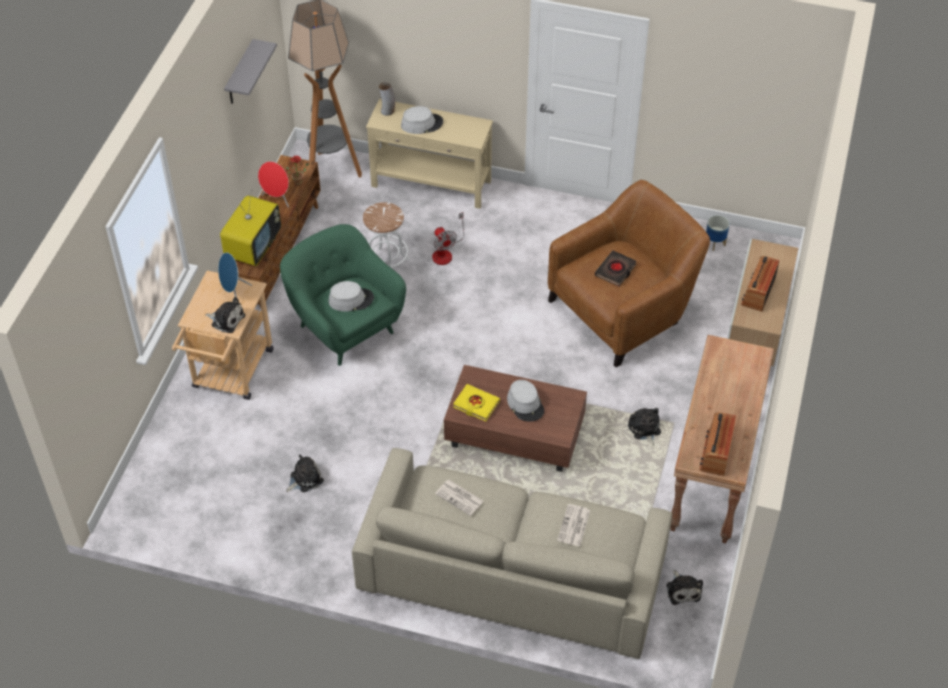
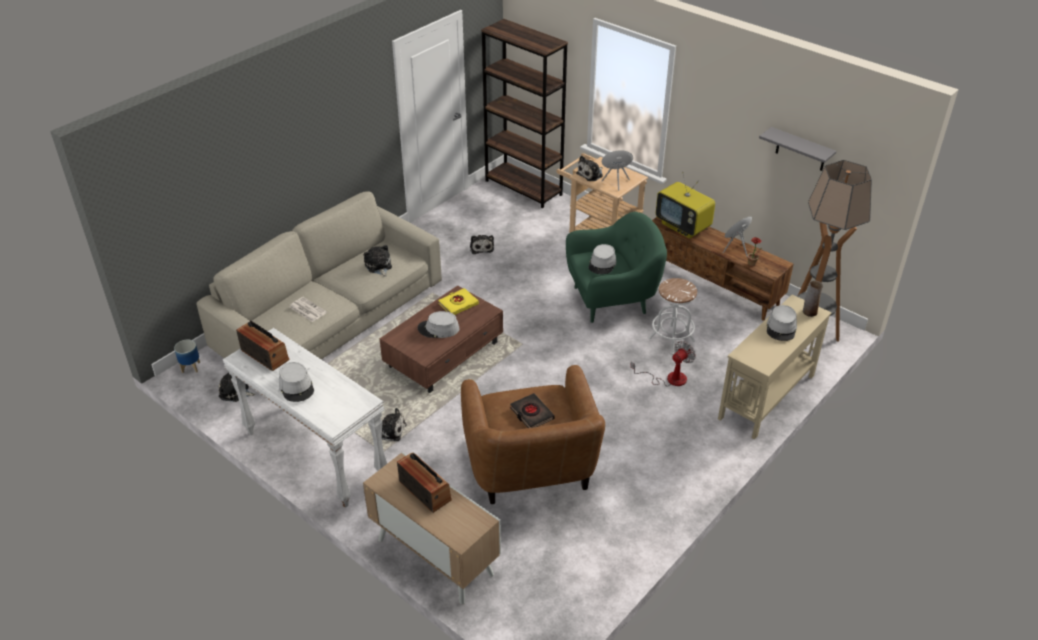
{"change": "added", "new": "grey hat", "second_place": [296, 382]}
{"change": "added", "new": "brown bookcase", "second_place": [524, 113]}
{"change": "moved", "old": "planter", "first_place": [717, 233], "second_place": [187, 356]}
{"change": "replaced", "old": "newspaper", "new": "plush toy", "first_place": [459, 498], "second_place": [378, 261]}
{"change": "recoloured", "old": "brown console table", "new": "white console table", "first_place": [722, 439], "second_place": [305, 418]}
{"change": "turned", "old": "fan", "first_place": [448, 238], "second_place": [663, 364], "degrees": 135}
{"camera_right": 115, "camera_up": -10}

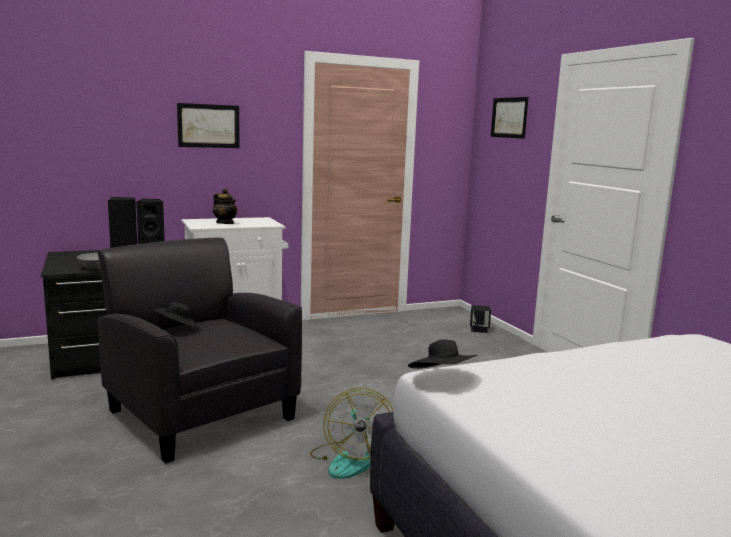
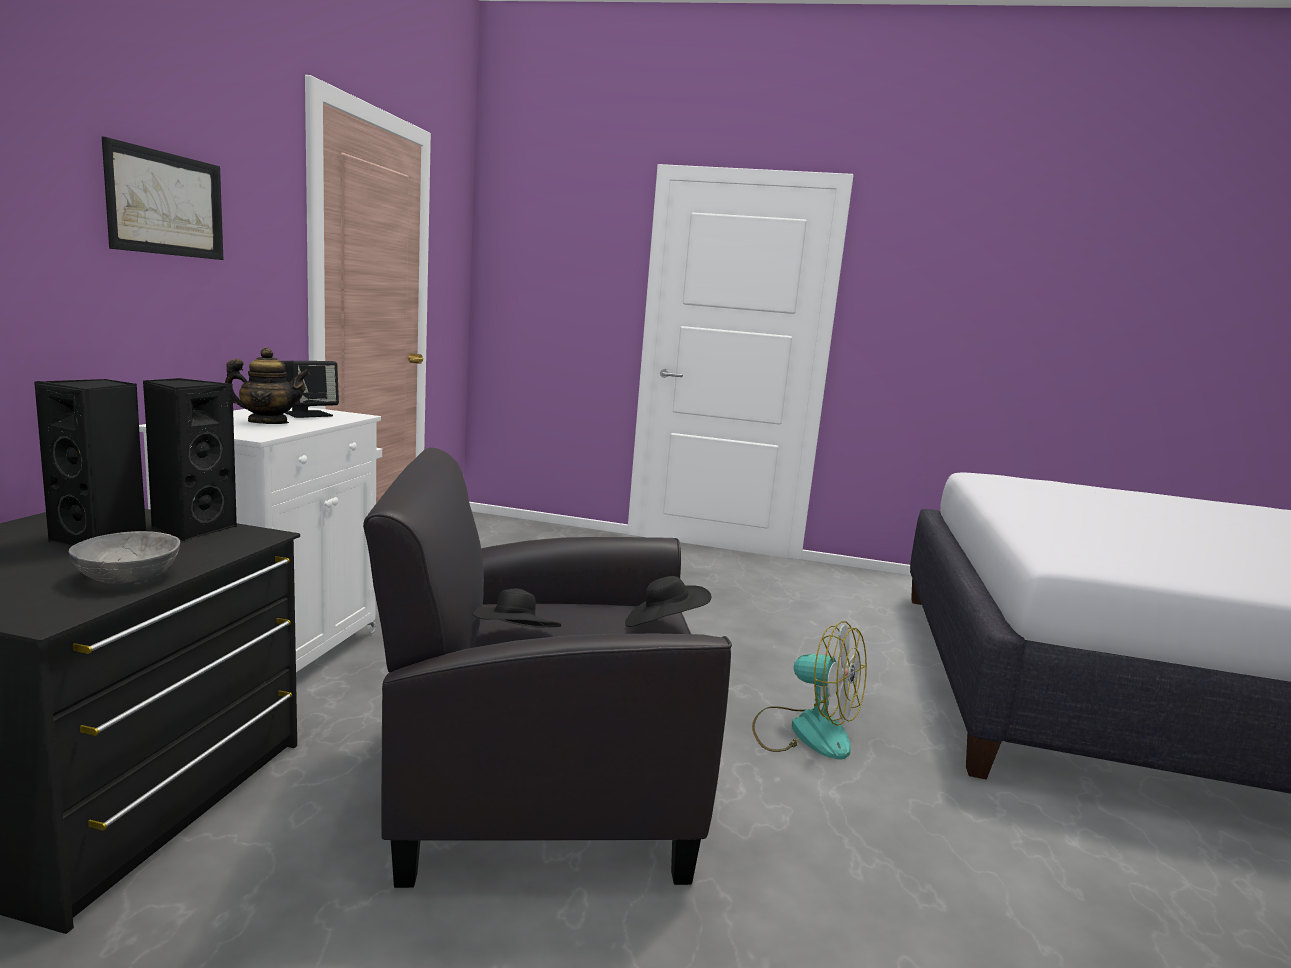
{"change": "removed", "old": "picture", "first_place": [510, 118]}
{"change": "moved", "old": "black hat", "first_place": [442, 354], "second_place": [668, 601]}
{"change": "moved", "old": "black speaker", "first_place": [480, 319], "second_place": [310, 389]}
{"camera_right": -55, "camera_up": 0}

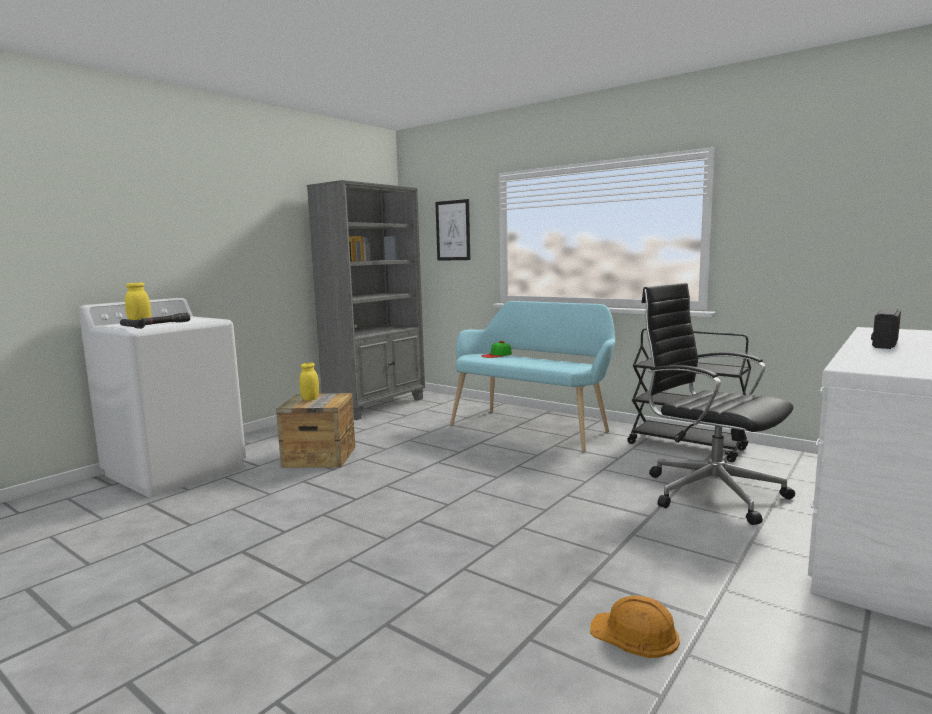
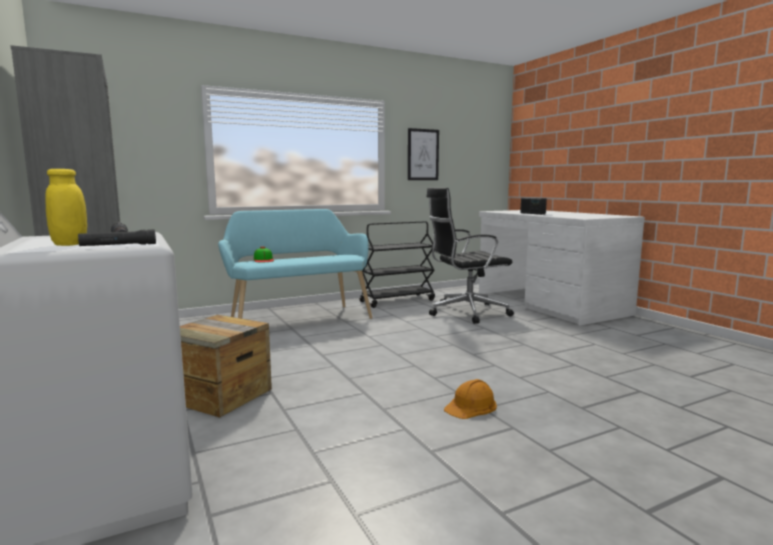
{"change": "removed", "old": "yellow jar", "first_place": [309, 381]}
{"change": "moved", "old": "picture", "first_place": [452, 230], "second_place": [423, 154]}
{"change": "moved", "old": "orange hard hat", "first_place": [635, 627], "second_place": [470, 399]}
{"camera_right": -65, "camera_up": 0}

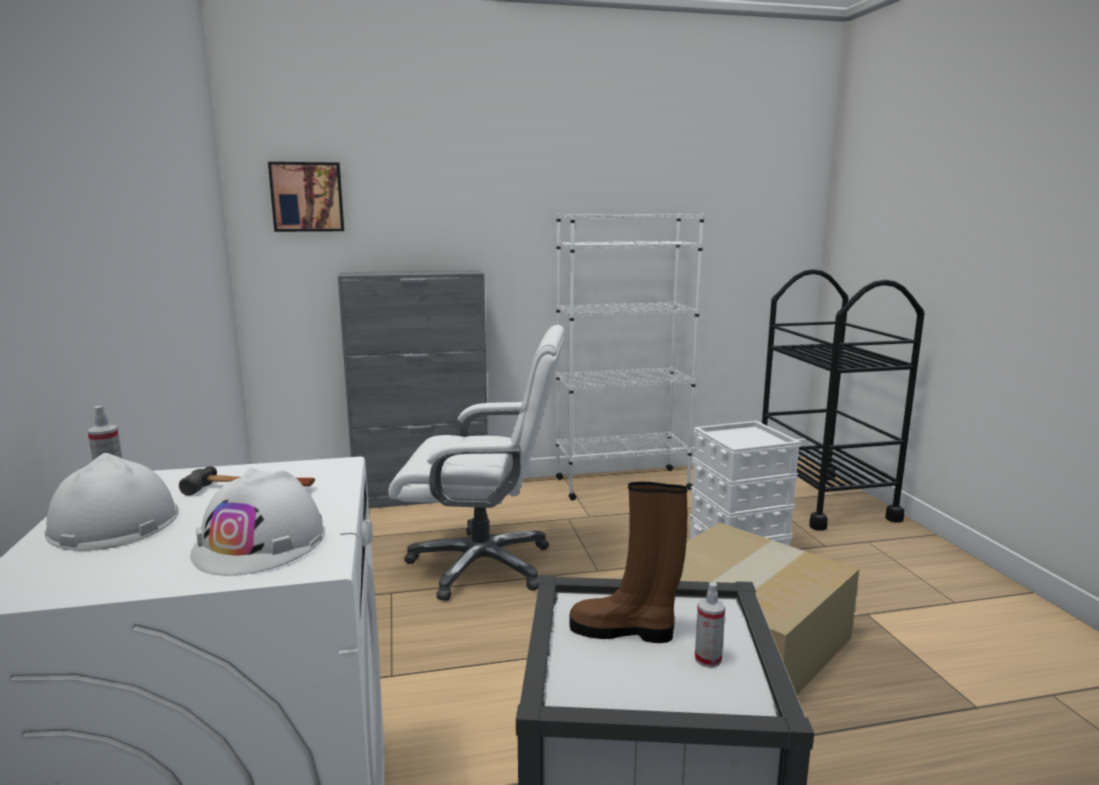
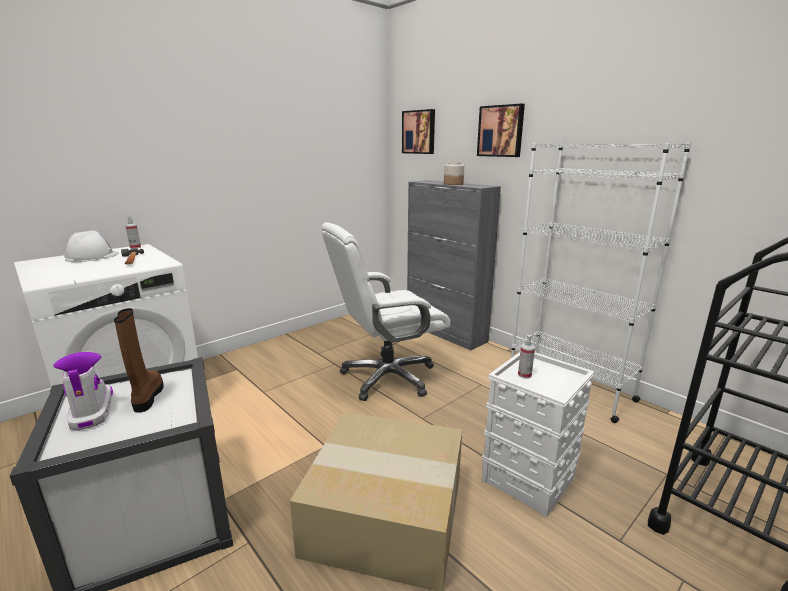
{"change": "removed", "old": "white hard hat", "first_place": [257, 522]}
{"change": "added", "new": "boot", "second_place": [83, 391]}
{"change": "added", "new": "jar", "second_place": [454, 173]}
{"change": "added", "new": "picture", "second_place": [501, 130]}
{"change": "moved", "old": "spray bottle", "first_place": [710, 625], "second_place": [526, 356]}
{"change": "turned", "old": "white office chair", "first_place": [476, 463], "second_place": [386, 311], "degrees": 90}
{"camera_right": 60, "camera_up": 5}

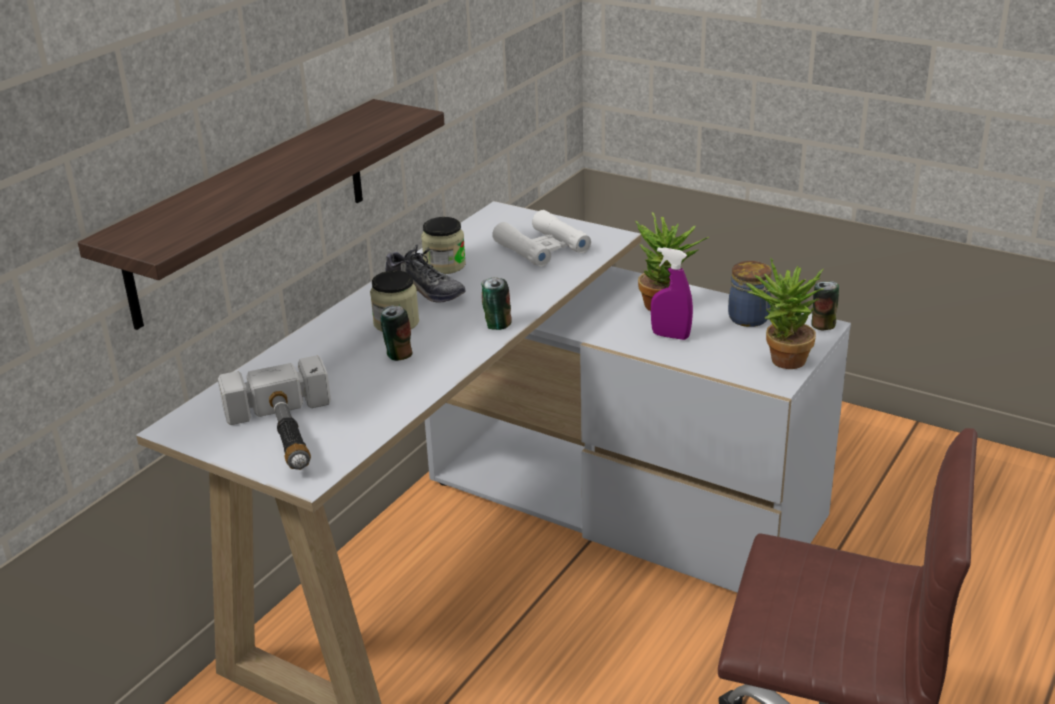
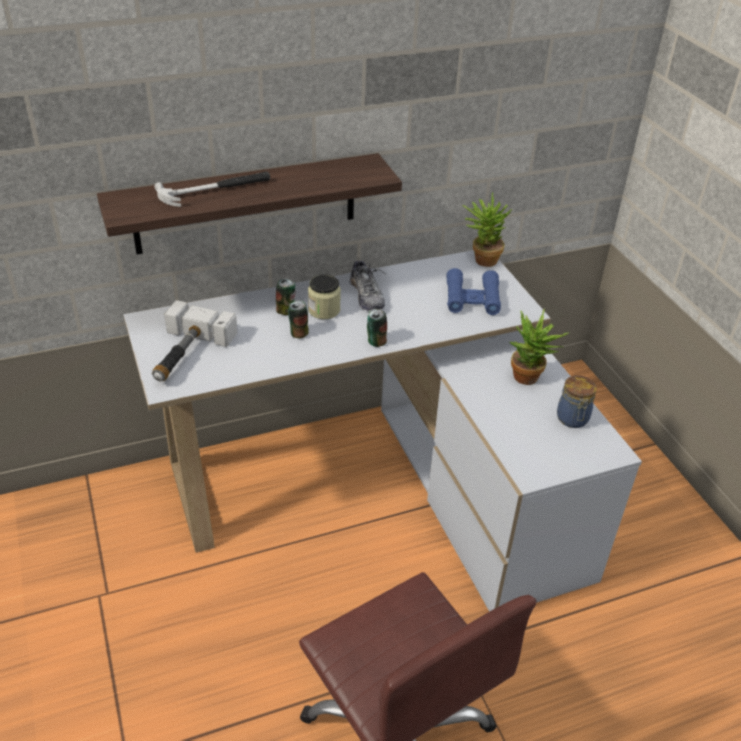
{"change": "removed", "old": "jar", "first_place": [443, 245]}
{"change": "removed", "old": "purple spray bottle", "first_place": [672, 293]}
{"change": "added", "new": "hammer", "second_place": [212, 189]}
{"change": "moved", "old": "potted plant", "first_place": [785, 313], "second_place": [487, 229]}
{"change": "moved", "old": "can", "first_place": [825, 305], "second_place": [285, 297]}
{"change": "recoloured", "old": "white binoculars", "new": "blue binoculars", "first_place": [541, 238], "second_place": [473, 291]}
{"camera_right": 35, "camera_up": 10}

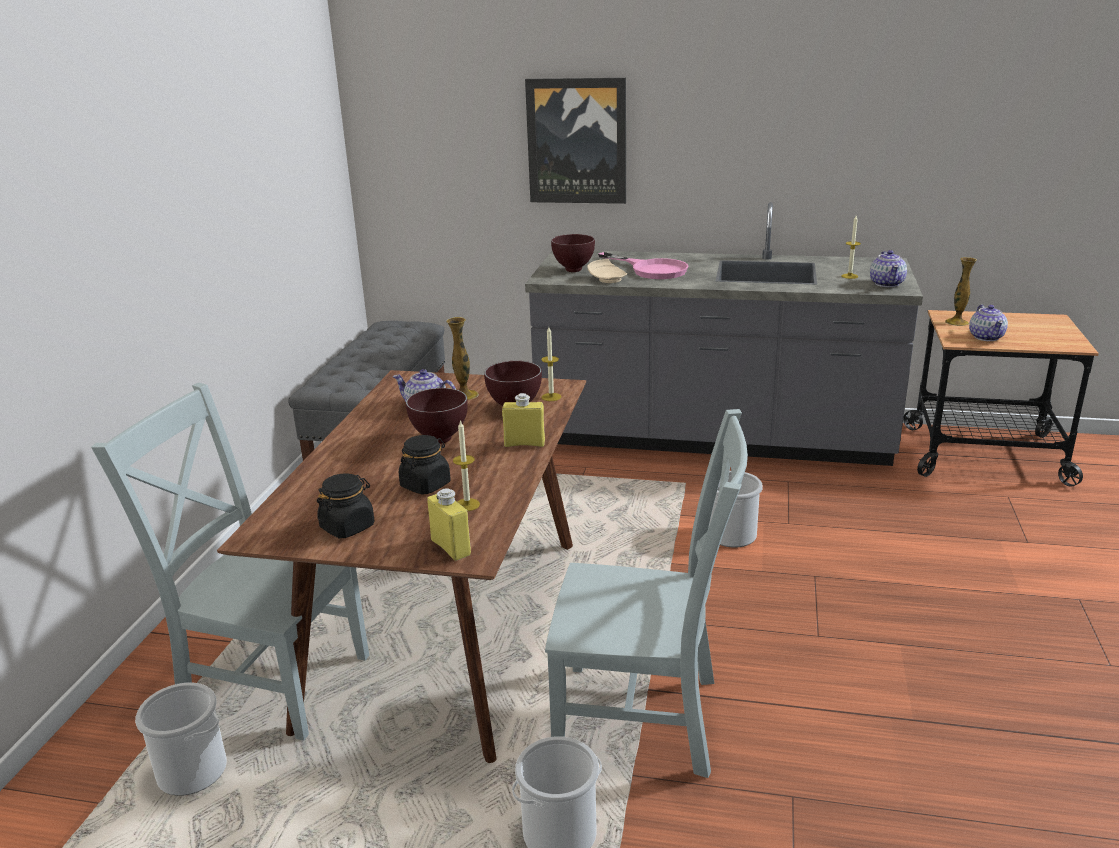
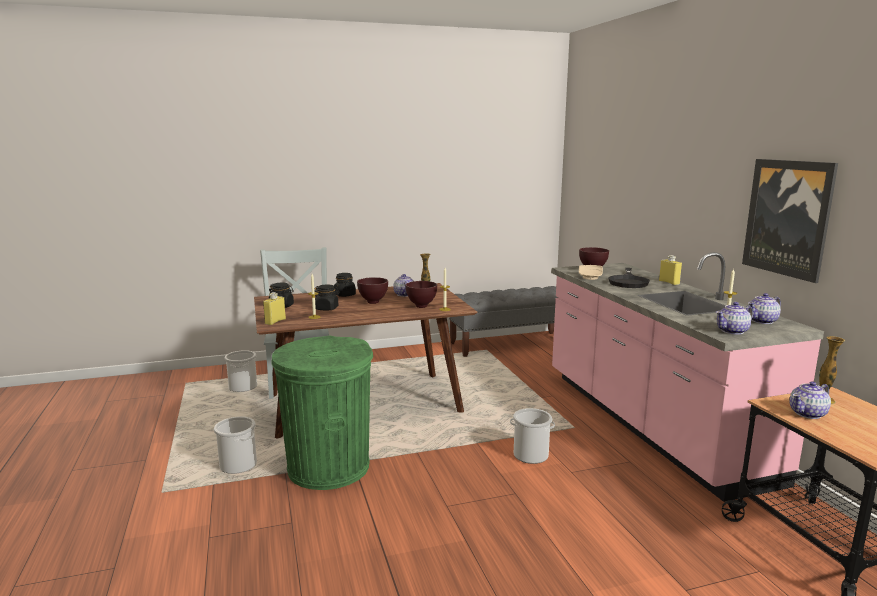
{"change": "added", "new": "black jar", "second_place": [345, 285]}
{"change": "added", "new": "teapot", "second_place": [764, 308]}
{"change": "moved", "old": "yellow bottle", "first_place": [523, 420], "second_place": [670, 270]}
{"change": "moved", "old": "picture", "first_place": [575, 141], "second_place": [790, 221]}
{"change": "replaced", "old": "grey chair", "new": "green trash can", "first_place": [646, 593], "second_place": [322, 412]}
{"change": "recoloured", "old": "grey counter", "new": "pink counter", "first_place": [724, 334], "second_place": [687, 377]}
{"change": "recoloured", "old": "pink frying pan", "new": "black frying pan", "first_place": [643, 265], "second_place": [629, 278]}
{"camera_right": 60, "camera_up": -10}

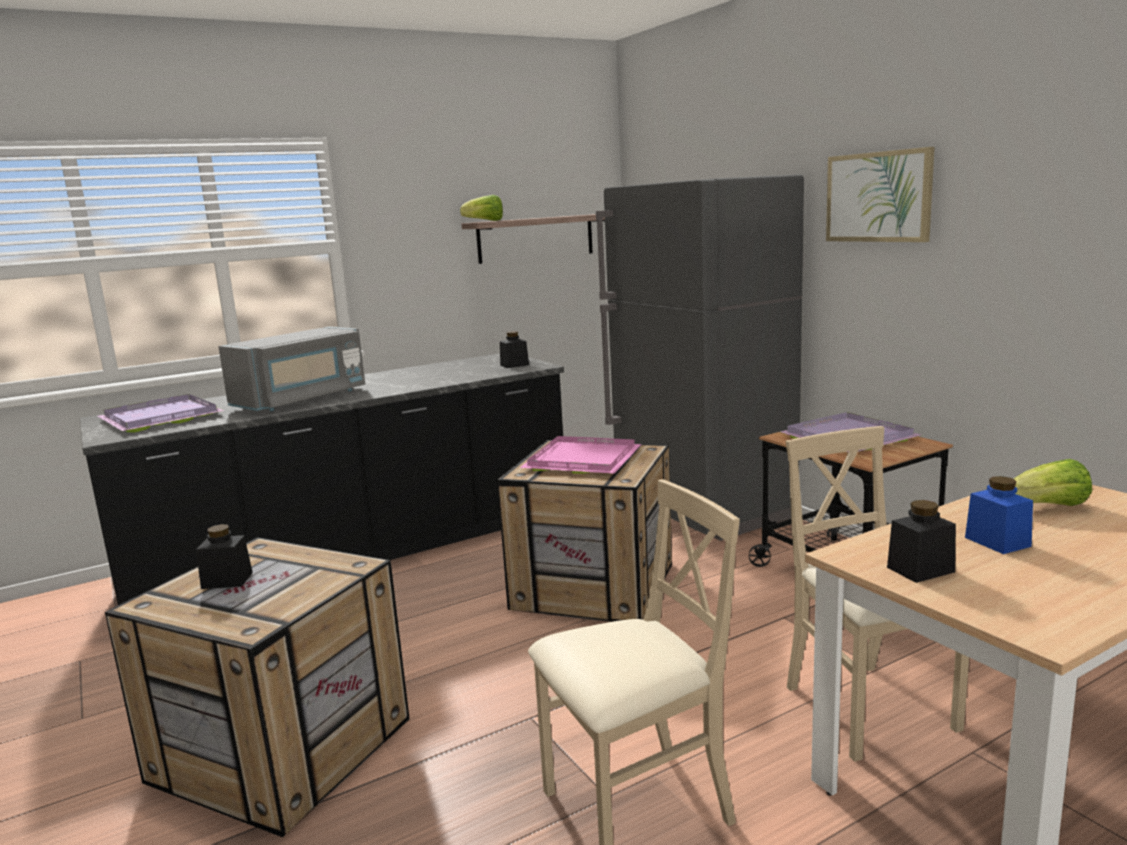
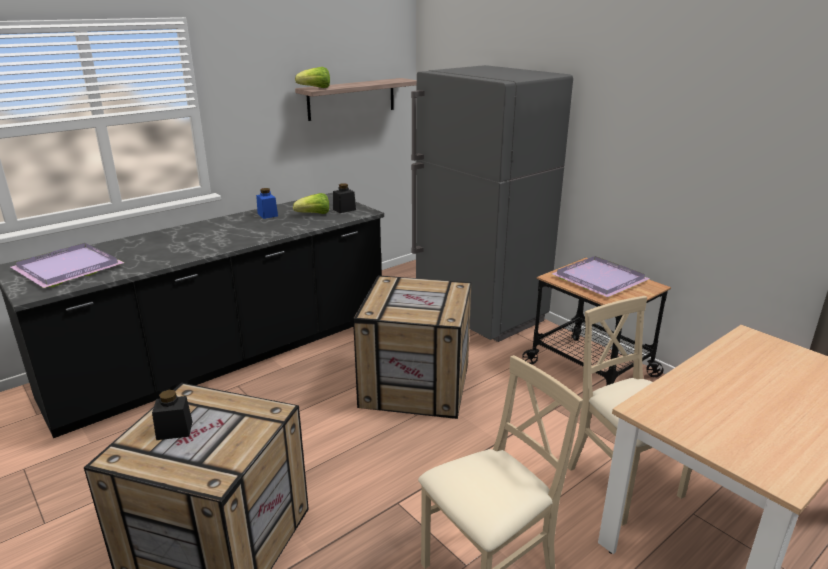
{"change": "removed", "old": "grey microwave", "first_place": [291, 368]}
{"change": "removed", "old": "pink tray", "first_place": [581, 455]}
{"change": "removed", "old": "picture", "first_place": [880, 194]}
{"change": "removed", "old": "black jar", "first_place": [921, 541]}
{"change": "moved", "old": "blue jar", "first_place": [999, 515], "second_place": [267, 203]}
{"change": "moved", "old": "lettuce", "first_place": [1053, 482], "second_place": [311, 203]}
{"camera_right": -10, "camera_up": 10}

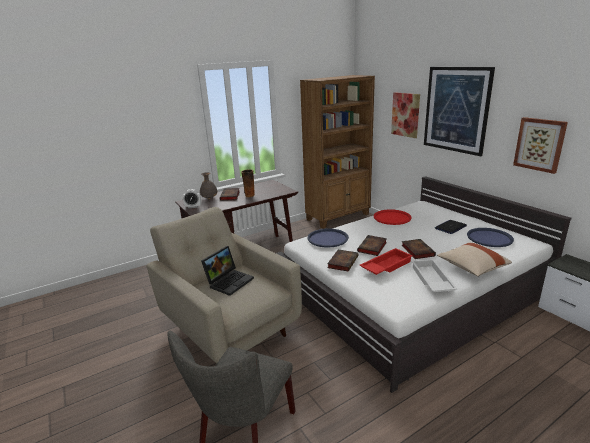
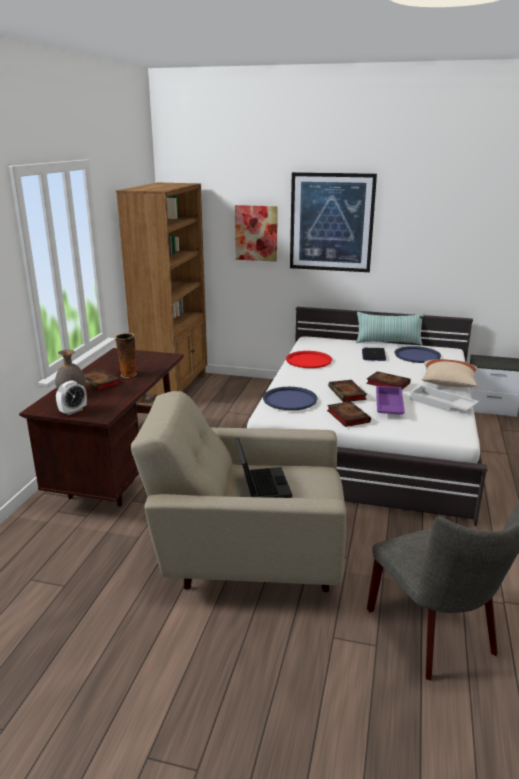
{"change": "removed", "old": "picture", "first_place": [540, 145]}
{"change": "added", "new": "pillow", "second_place": [390, 328]}
{"change": "recoloured", "old": "red tray", "new": "purple tray", "first_place": [386, 261], "second_place": [390, 400]}
{"camera_right": -45, "camera_up": 0}

